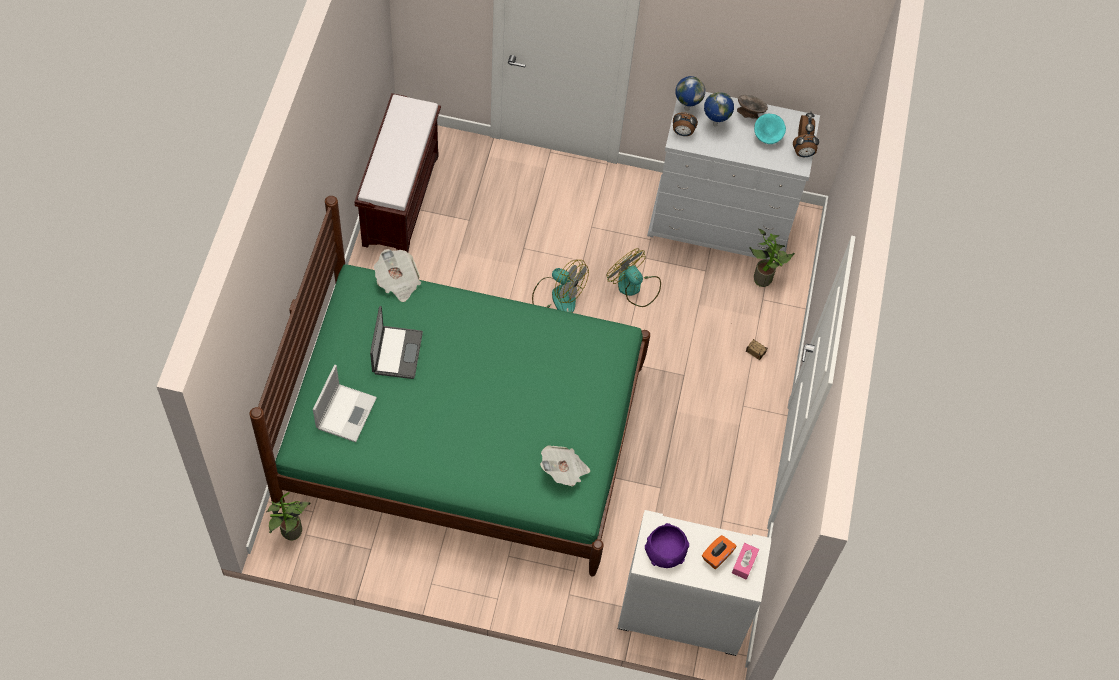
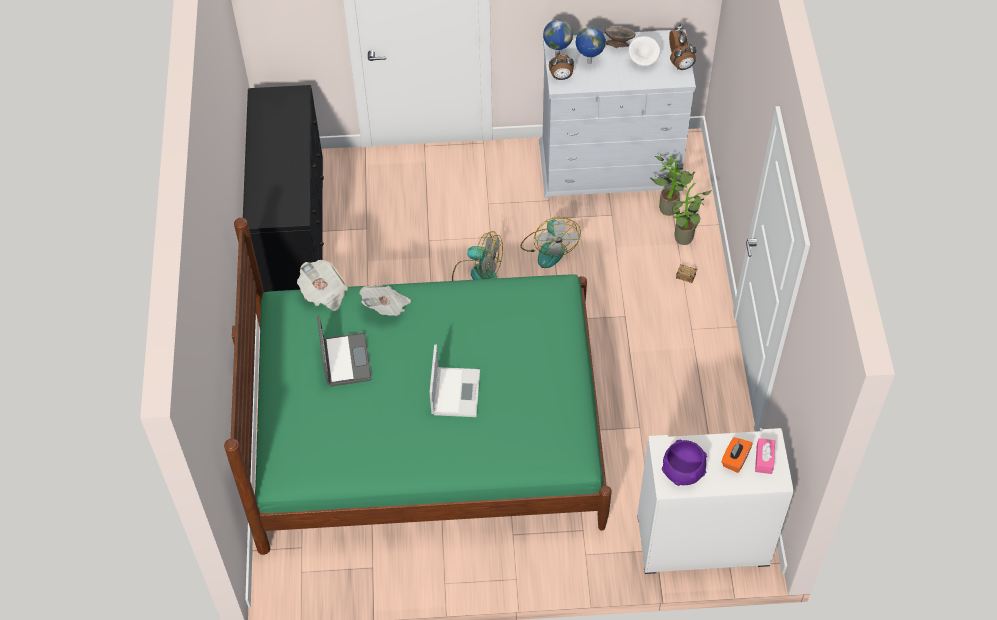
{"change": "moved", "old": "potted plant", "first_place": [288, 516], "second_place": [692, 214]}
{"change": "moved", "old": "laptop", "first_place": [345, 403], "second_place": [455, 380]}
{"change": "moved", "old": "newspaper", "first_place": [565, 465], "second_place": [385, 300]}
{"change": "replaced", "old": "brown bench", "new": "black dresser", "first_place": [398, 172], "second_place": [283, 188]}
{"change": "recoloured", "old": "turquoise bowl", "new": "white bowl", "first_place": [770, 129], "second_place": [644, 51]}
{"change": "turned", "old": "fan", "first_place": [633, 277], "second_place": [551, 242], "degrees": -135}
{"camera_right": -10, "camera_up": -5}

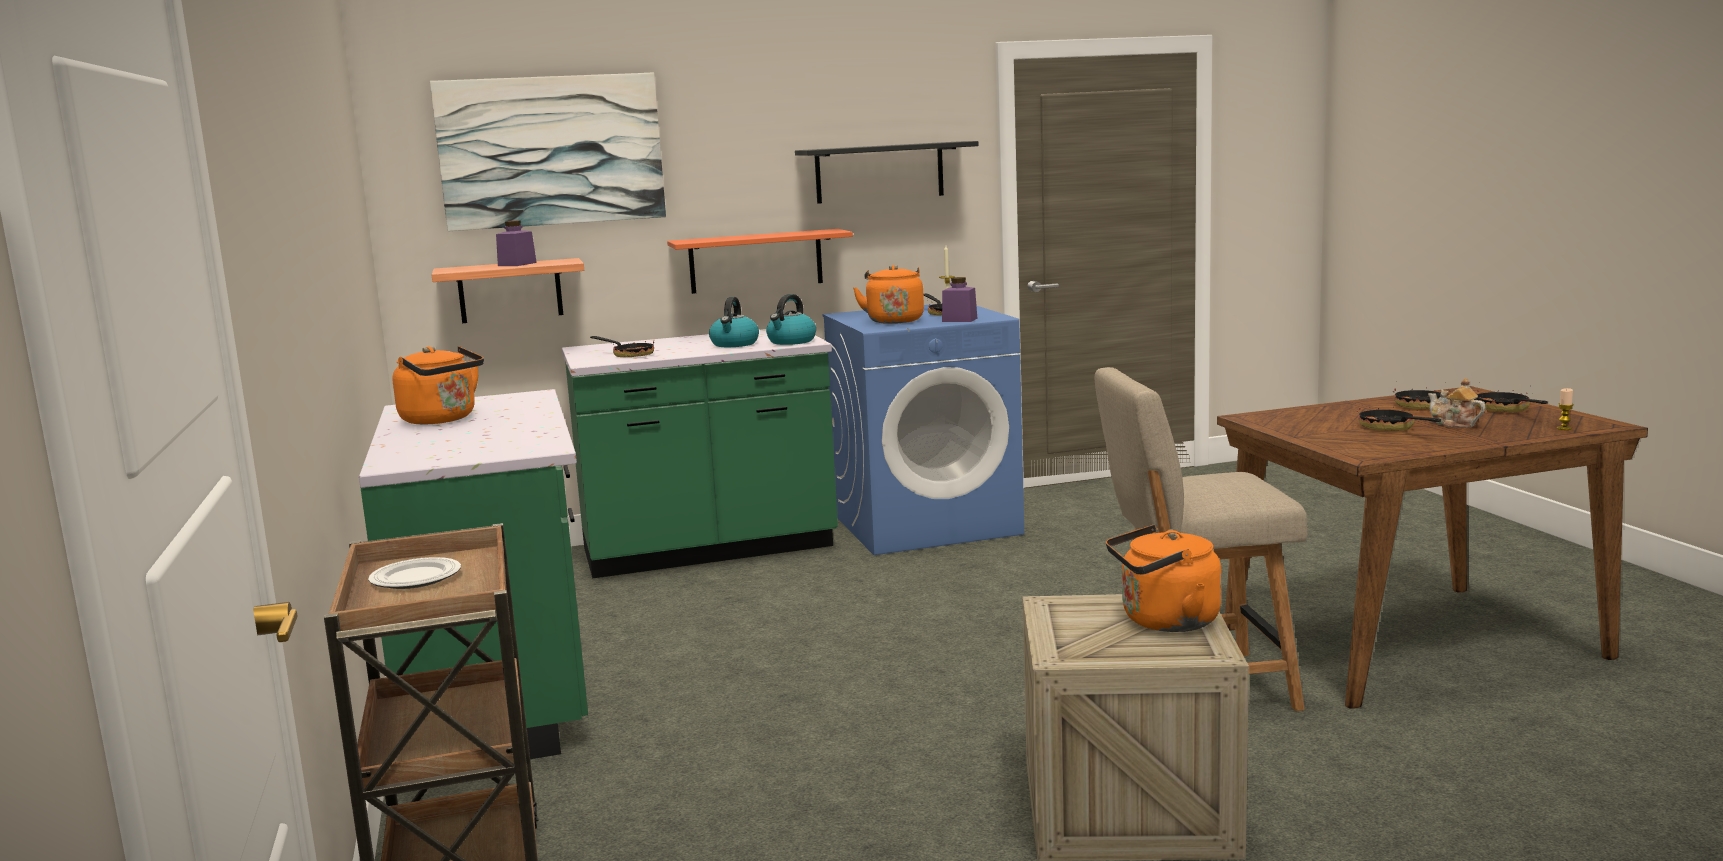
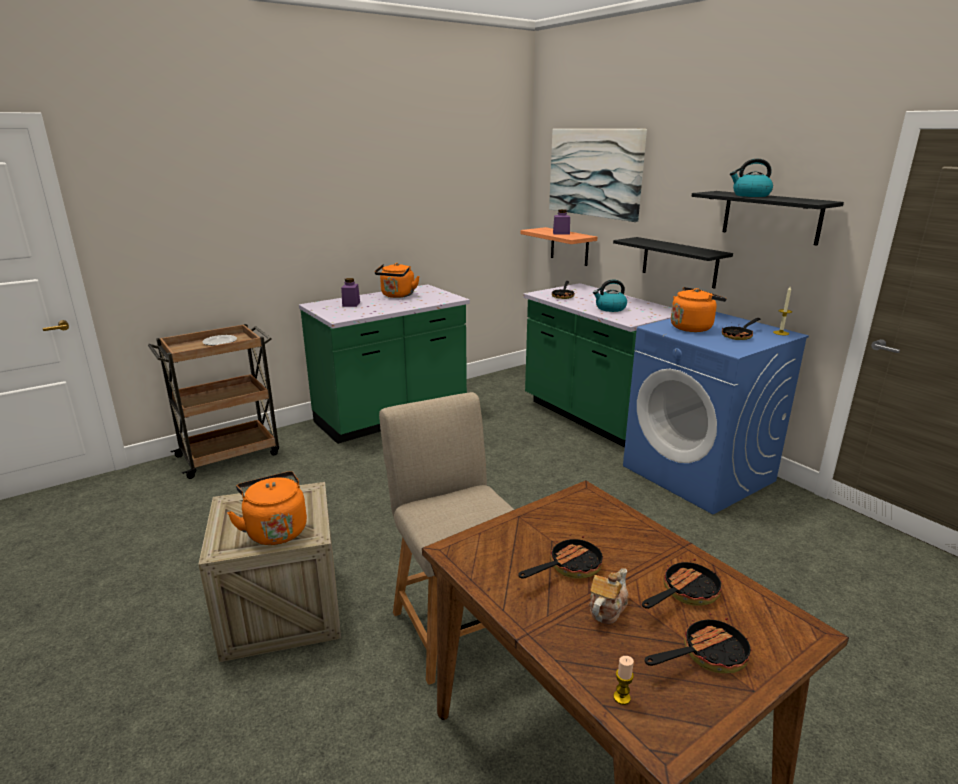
{"change": "moved", "old": "kettle", "first_place": [791, 319], "second_place": [751, 178]}
{"change": "moved", "old": "purple jar", "first_place": [959, 299], "second_place": [350, 292]}
{"change": "recoloured", "old": "orange shelf", "new": "black shelf", "first_place": [760, 261], "second_place": [673, 263]}
{"camera_right": 70, "camera_up": 10}

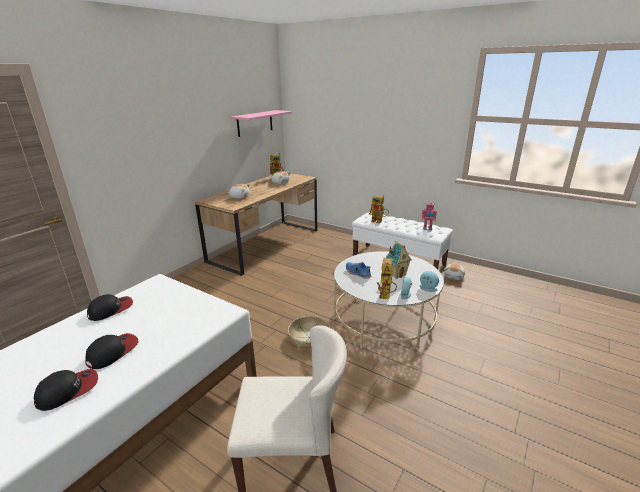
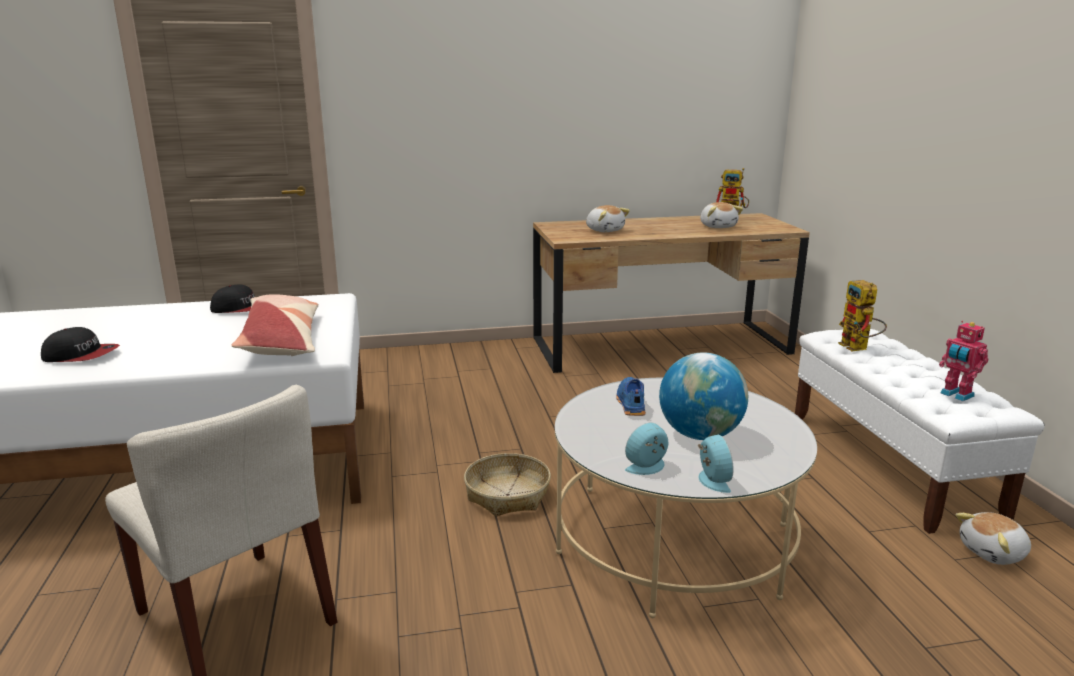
{"change": "removed", "old": "cap", "first_place": [112, 351]}
{"change": "removed", "old": "pink shelf", "first_place": [261, 123]}
{"change": "removed", "old": "toy robot", "first_place": [387, 278]}
{"change": "added", "new": "pillow", "second_place": [275, 325]}
{"change": "replaced", "old": "toy house", "new": "globe", "first_place": [398, 260], "second_place": [703, 396]}
{"camera_right": 45, "camera_up": -5}

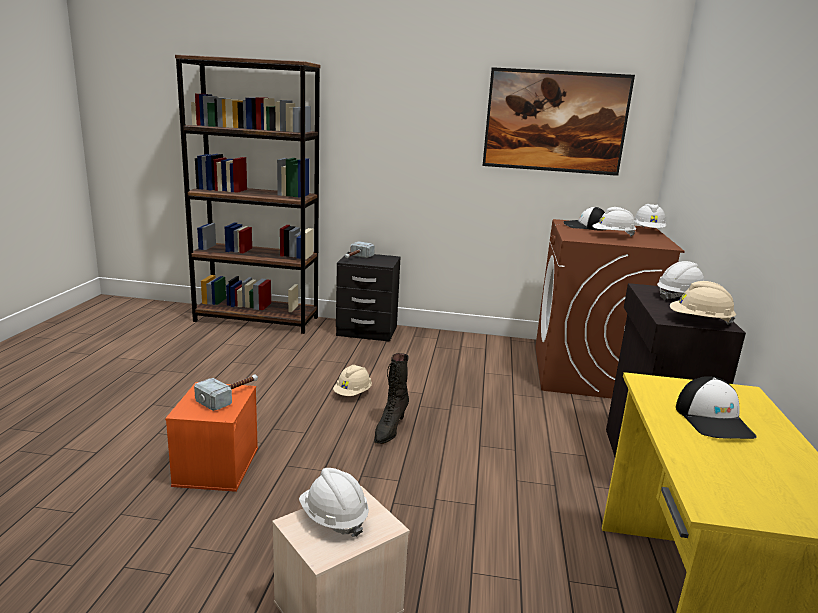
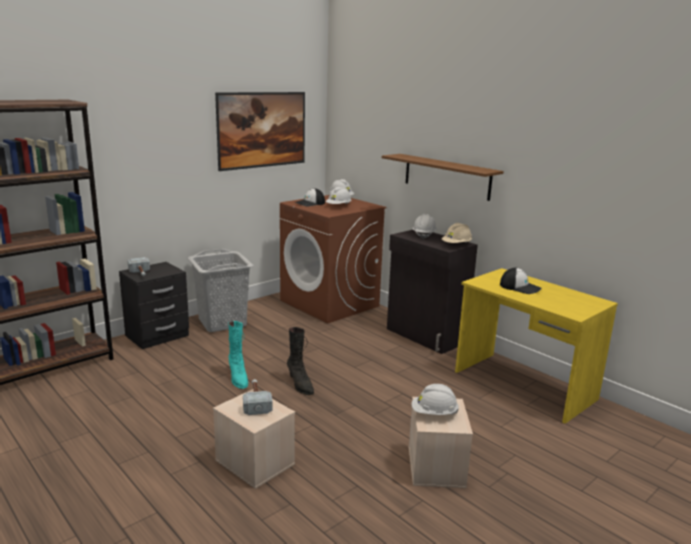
{"change": "added", "new": "grey laundry basket", "second_place": [221, 290]}
{"change": "added", "new": "brown shelf", "second_place": [442, 177]}
{"change": "replaced", "old": "beige hard hat", "new": "turquoise boot", "first_place": [352, 380], "second_place": [238, 355]}
{"change": "recoloured", "old": "orange storage box", "new": "beige storage box", "first_place": [211, 437], "second_place": [254, 439]}
{"camera_right": -50, "camera_up": 0}

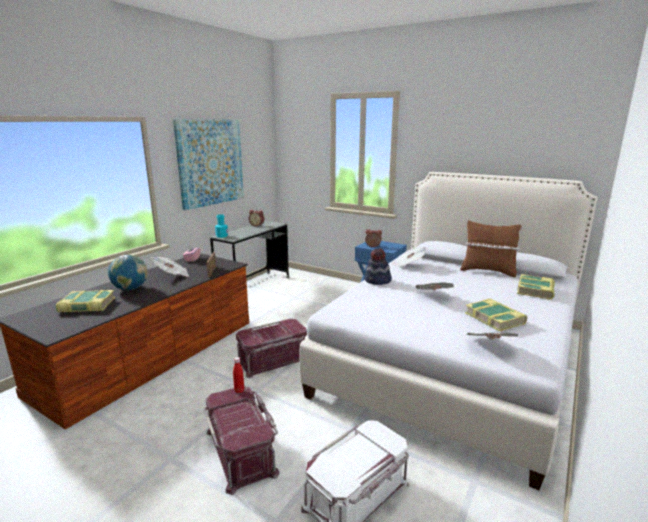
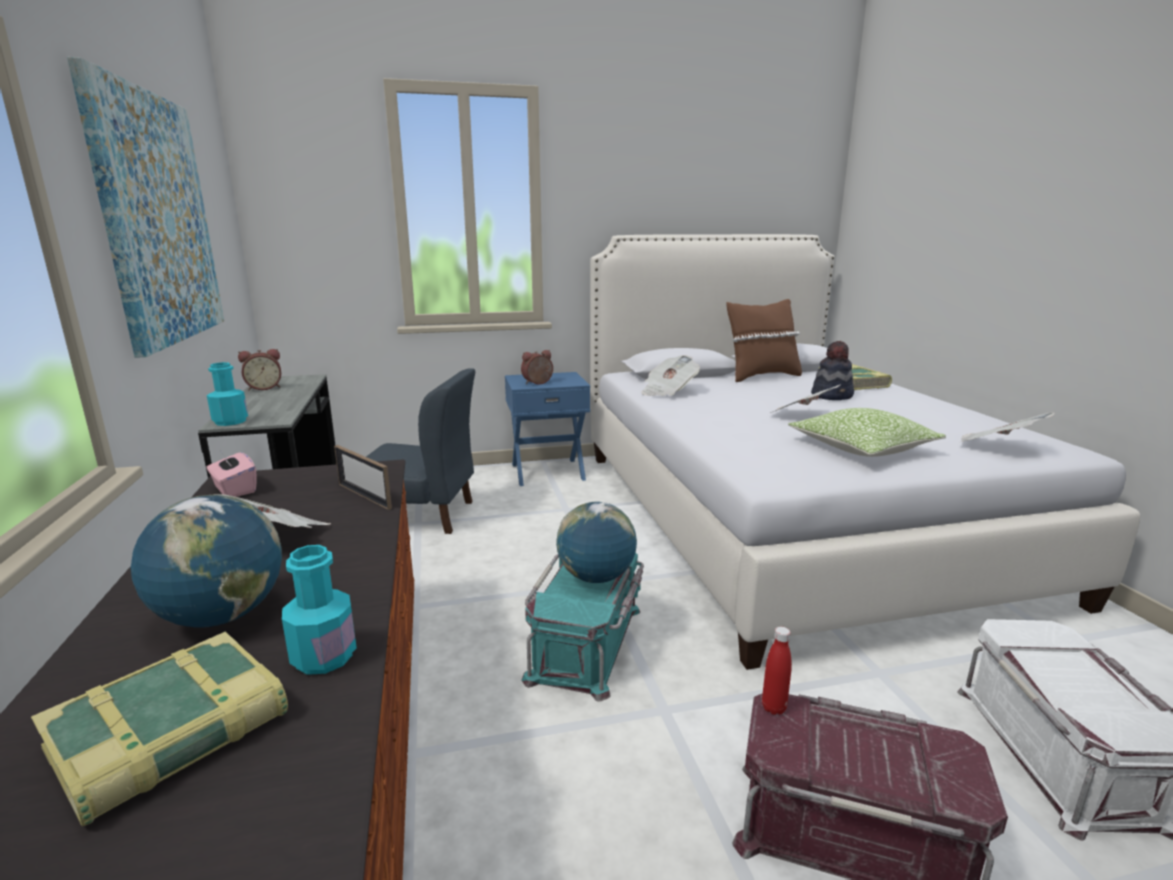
{"change": "removed", "old": "book", "first_place": [496, 315]}
{"change": "added", "new": "turquoise bottle", "second_place": [319, 610]}
{"change": "added", "new": "blue chair", "second_place": [420, 451]}
{"change": "added", "new": "globe", "second_place": [596, 542]}
{"change": "added", "new": "pillow", "second_place": [867, 432]}
{"change": "moved", "old": "hat", "first_place": [378, 267], "second_place": [832, 370]}
{"change": "recoloured", "old": "red storage box", "new": "turquoise storage box", "first_place": [271, 348], "second_place": [583, 627]}
{"camera_right": -45, "camera_up": 0}

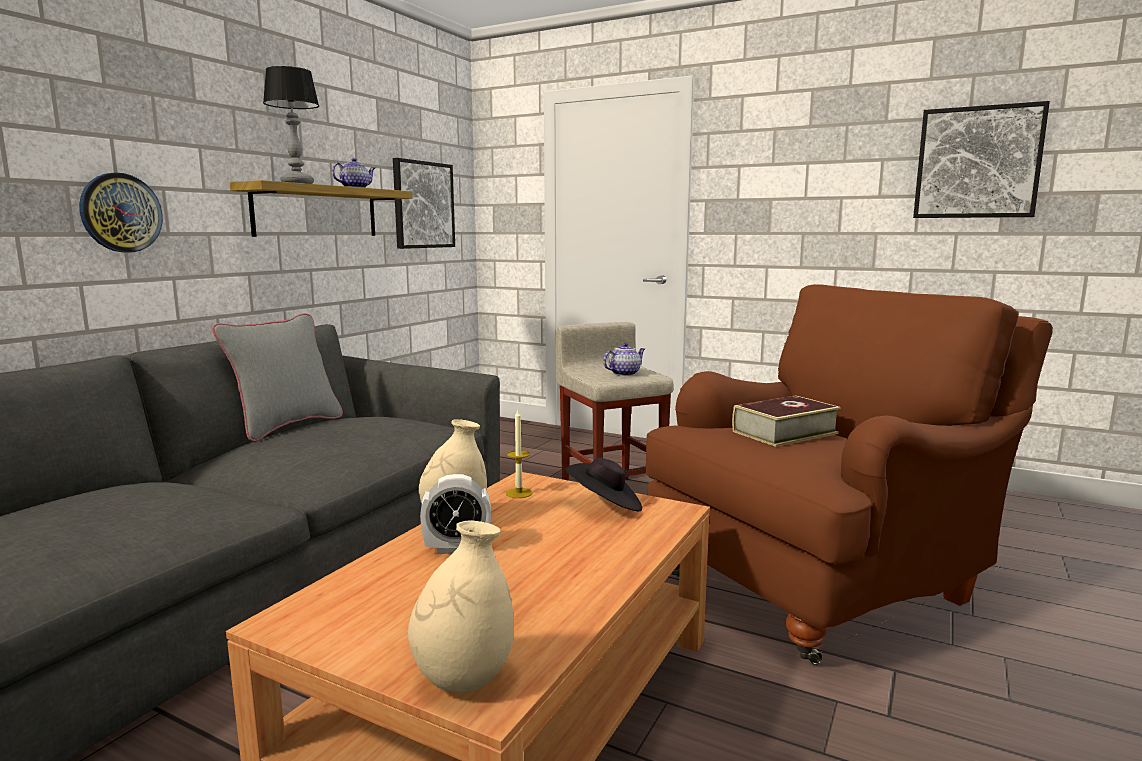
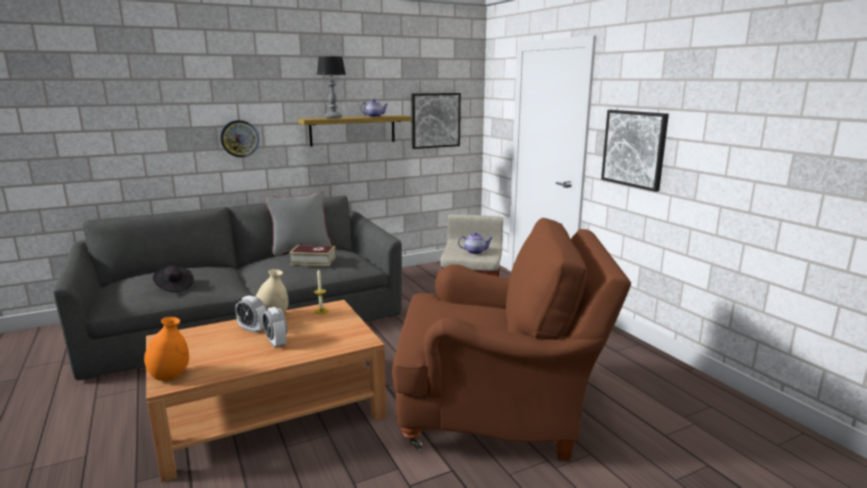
{"change": "added", "new": "alarm clock", "second_place": [274, 327]}
{"change": "moved", "old": "black hat", "first_place": [603, 484], "second_place": [173, 279]}
{"change": "moved", "old": "book", "first_place": [786, 421], "second_place": [312, 255]}
{"change": "moved", "old": "picture", "first_place": [981, 159], "second_place": [635, 151]}
{"change": "recoloured", "old": "beige vase", "new": "orange vase", "first_place": [461, 606], "second_place": [166, 349]}
{"camera_right": 35, "camera_up": 5}

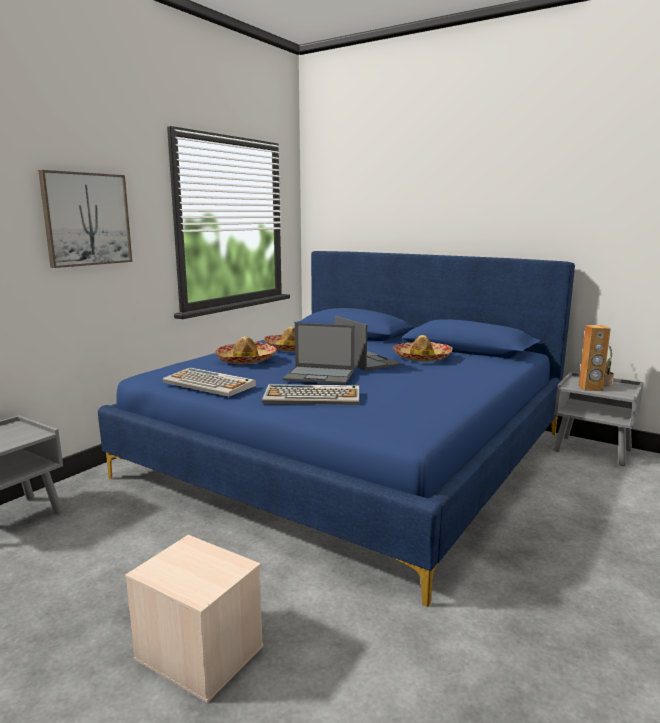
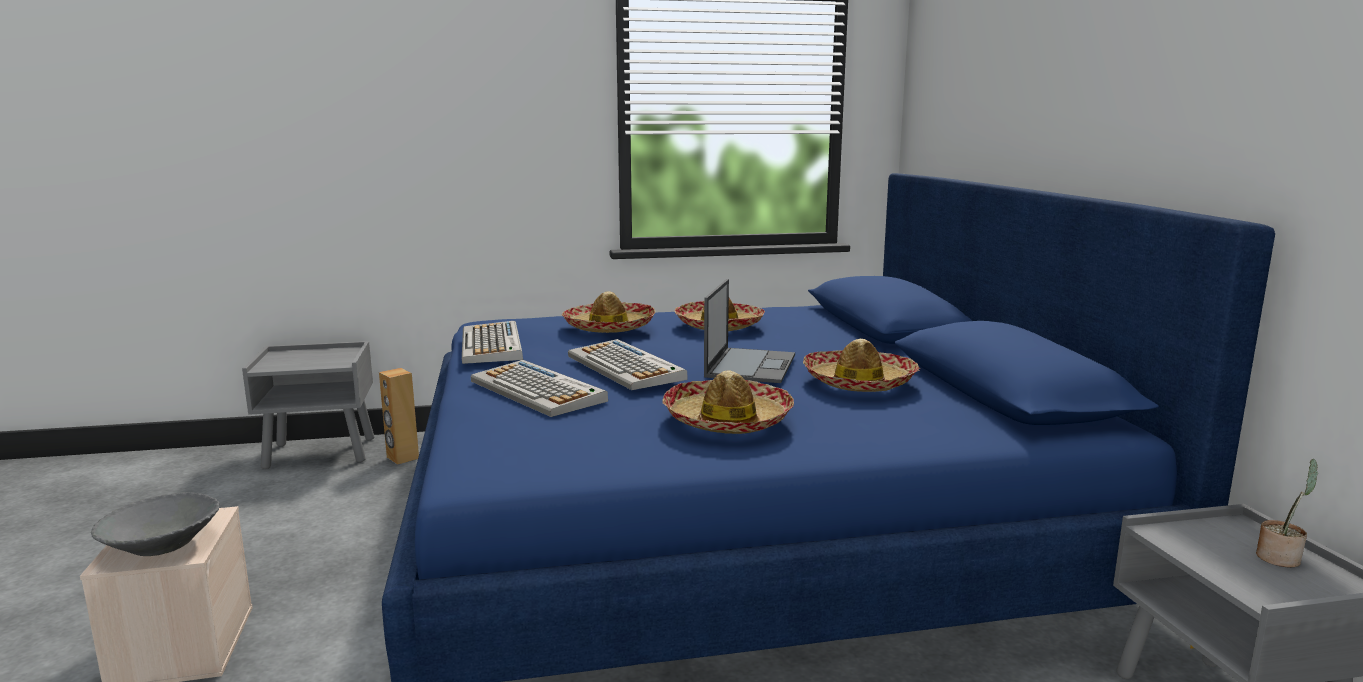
{"change": "removed", "old": "picture", "first_place": [85, 219]}
{"change": "added", "new": "grey bowl", "second_place": [155, 524]}
{"change": "added", "new": "hat", "second_place": [728, 402]}
{"change": "moved", "old": "brown speaker", "first_place": [594, 358], "second_place": [399, 416]}
{"change": "replaced", "old": "laptop", "new": "keyboard", "first_place": [319, 353], "second_place": [628, 364]}
{"camera_right": 45, "camera_up": 0}

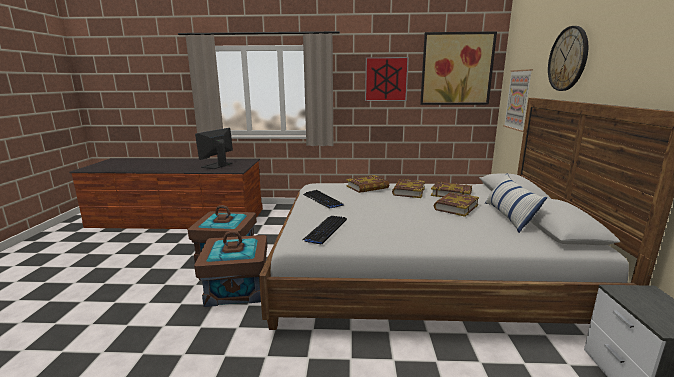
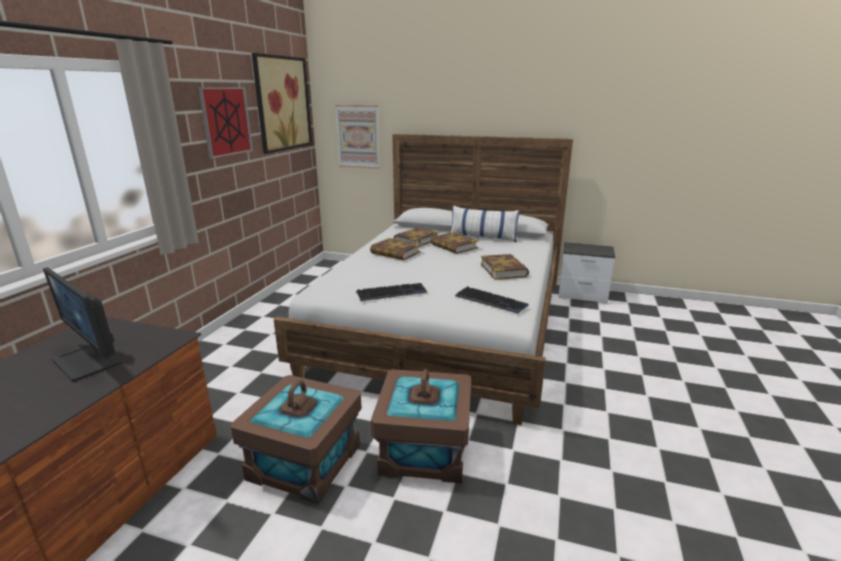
{"change": "removed", "old": "wall clock", "first_place": [568, 58]}
{"change": "moved", "old": "book", "first_place": [367, 184], "second_place": [504, 267]}
{"camera_right": -75, "camera_up": 5}

